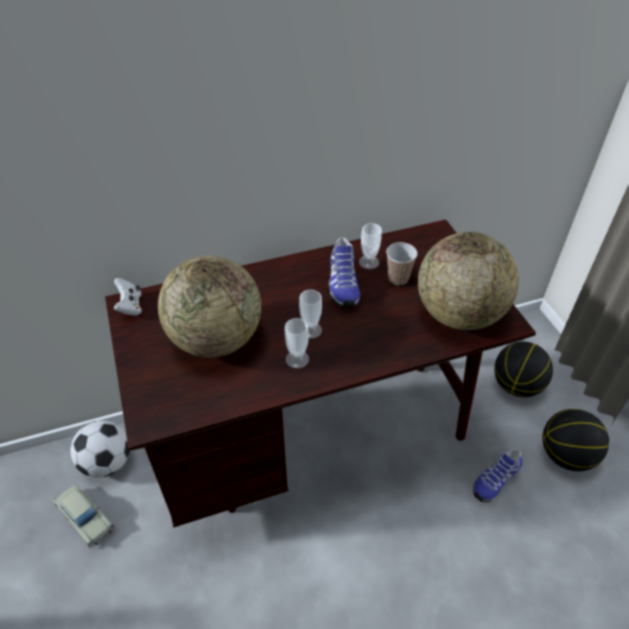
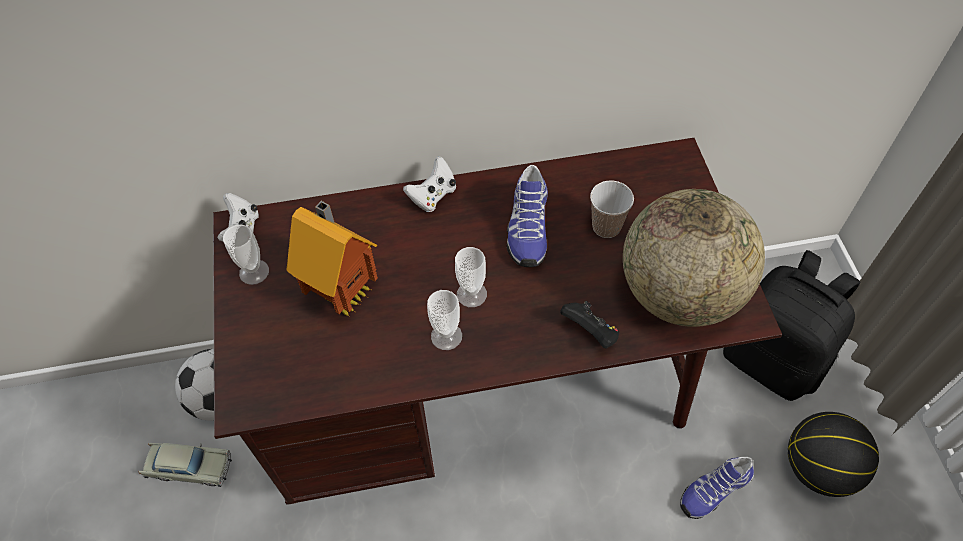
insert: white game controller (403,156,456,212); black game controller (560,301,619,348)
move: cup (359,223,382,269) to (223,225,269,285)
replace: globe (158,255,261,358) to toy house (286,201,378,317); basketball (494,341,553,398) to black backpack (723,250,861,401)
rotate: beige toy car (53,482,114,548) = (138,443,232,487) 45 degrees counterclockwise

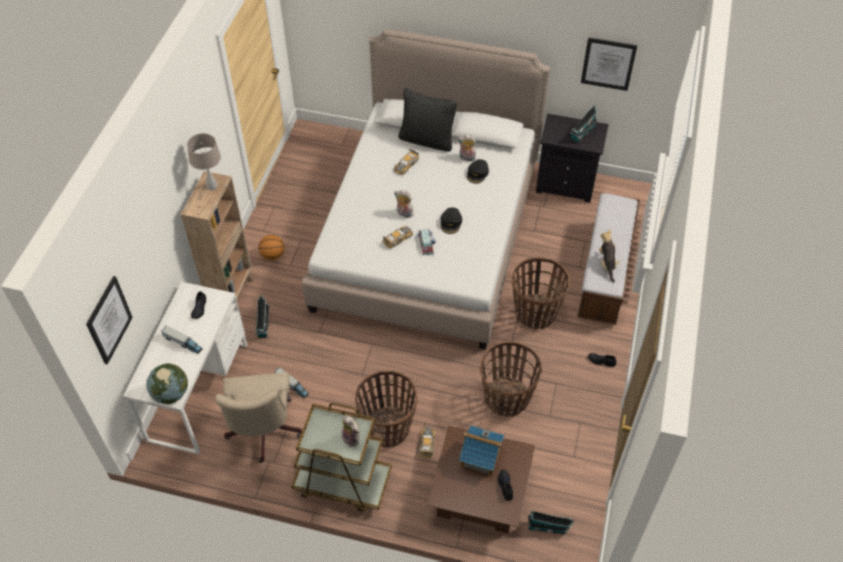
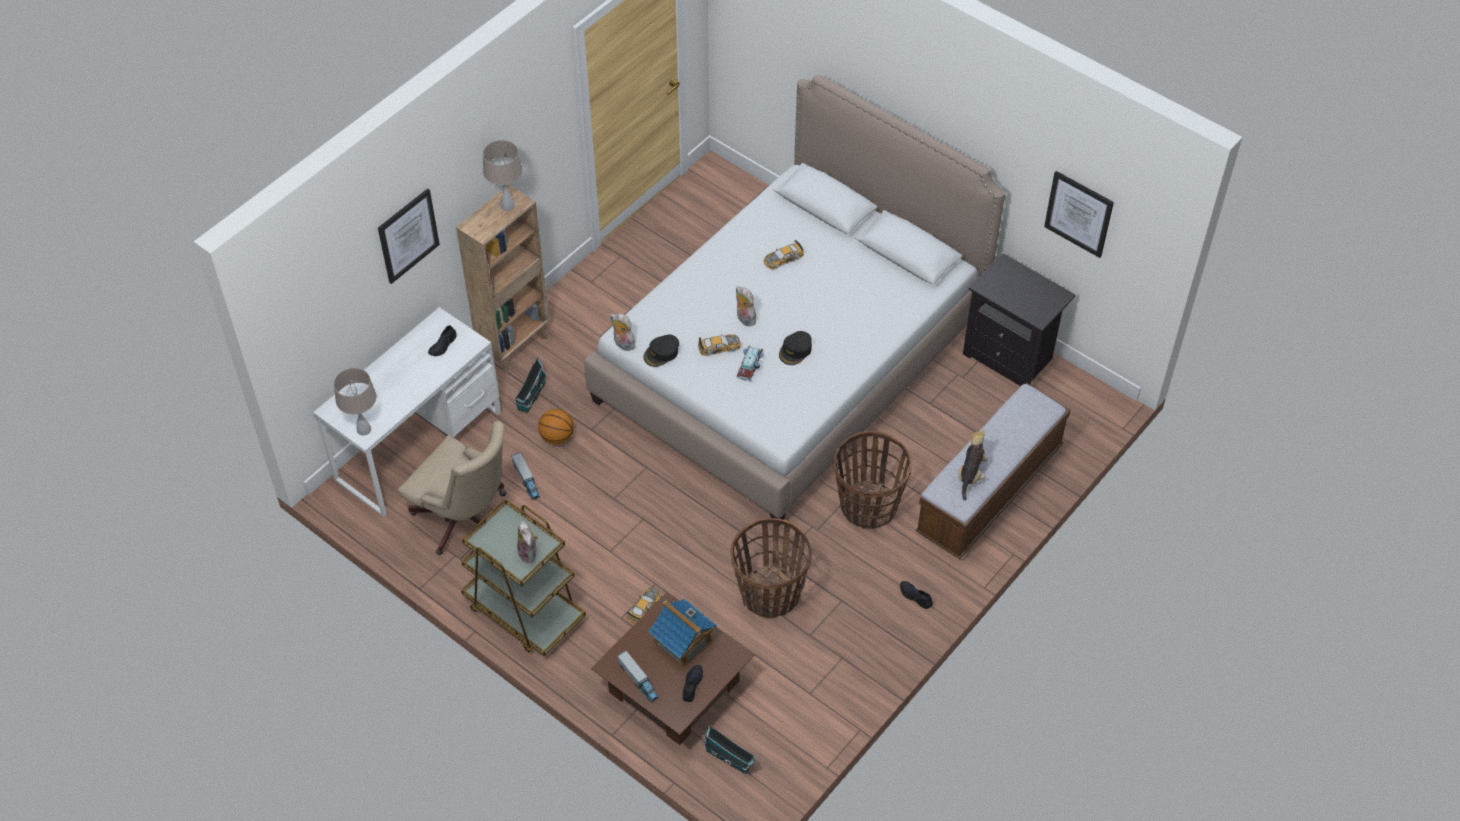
delete: basket (355,371,418,447); black pillow (398,88,457,152); toy house (570,105,598,143)
move: picture (86,276,133,365) to (378,188,440,284); basketball (258,235,284,260) to (538,409,574,445); plush toy (457,135,476,162) to (610,313,635,351); toy truck (161,326,203,354) to (617,650,659,702); black cap (467,159,489,184) to (643,335,679,367)
replace: globe (146,363,188,404) to beige table lamp (334,368,376,436)
rotate: beige office chair (215,372,302,463) = (398,421,507,555) 75 degrees counterclockwise

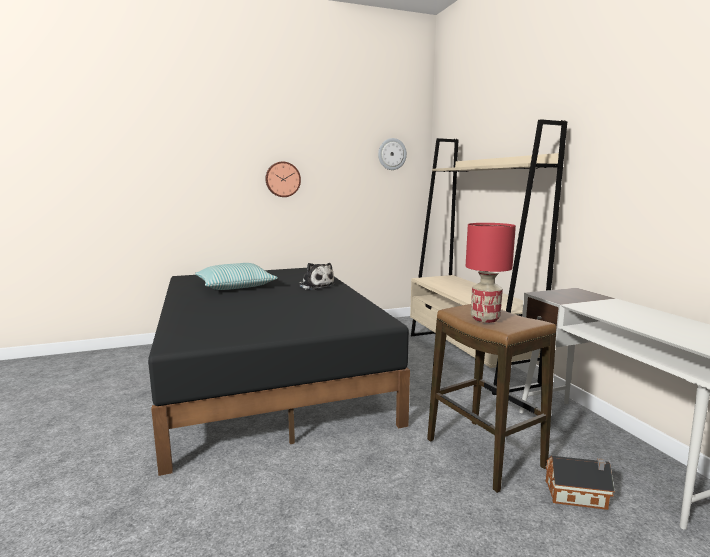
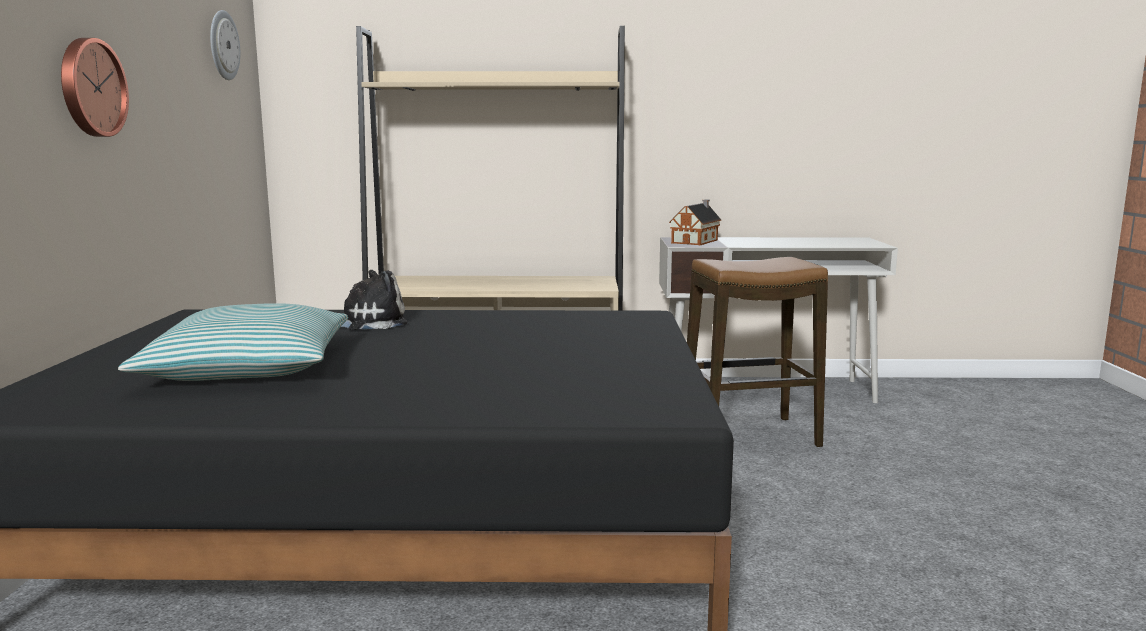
delete: red table lamp (466,223,516,323)
move: toy house (546,456,615,510) to (669,199,721,245)

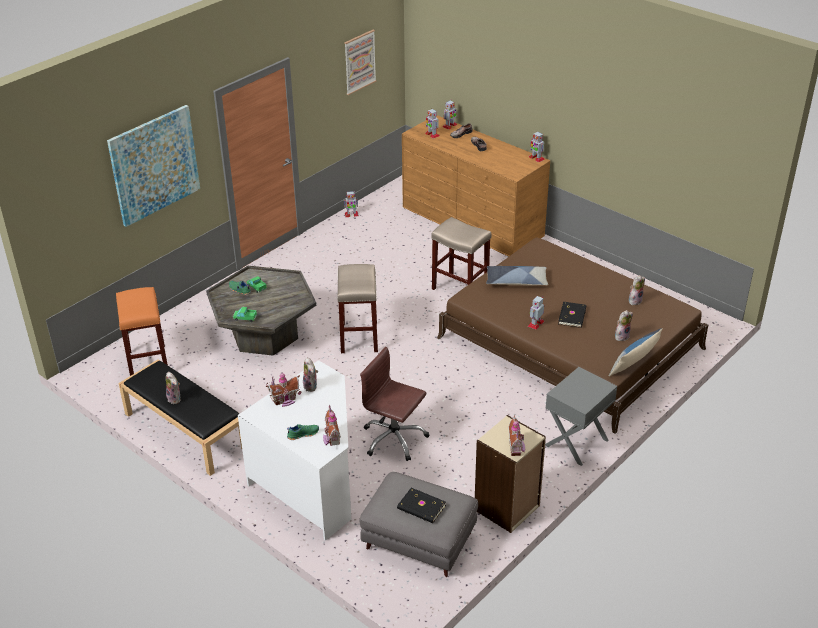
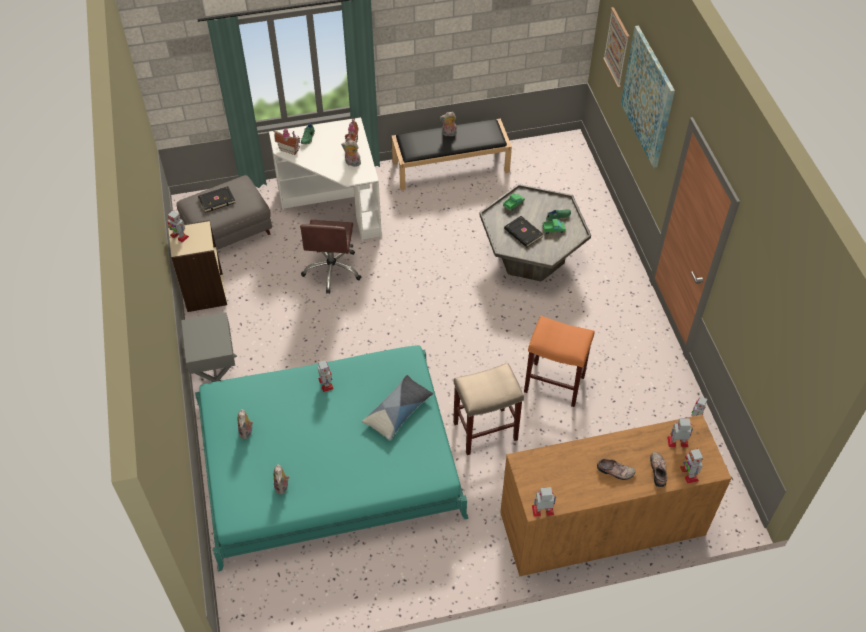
delete: beige stool (337,264,378,353); pillow (609,328,663,377)
move: black book (558,302,586,328) to (504,216,543,248); orange stool (116,287,168,376) to (524,316,595,407); picture (344,30,376,95) to (603,7,630,88)
replace: toy house (508,416,525,456) to toy robot (168,210,189,243)
recolor: brown bed (437,238,708,434) to turquoise bed (195,345,468,571)
rotate: brown office chair (360,347,429,461) = (300,220,361,294) 120 degrees clockwise

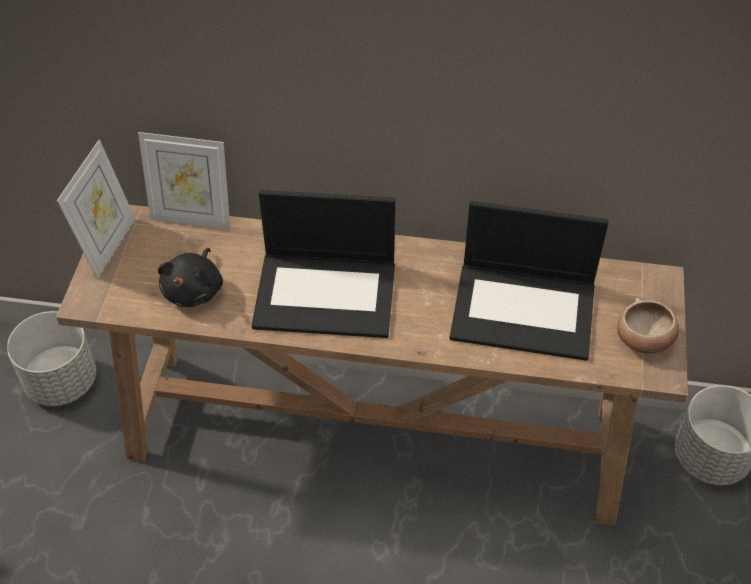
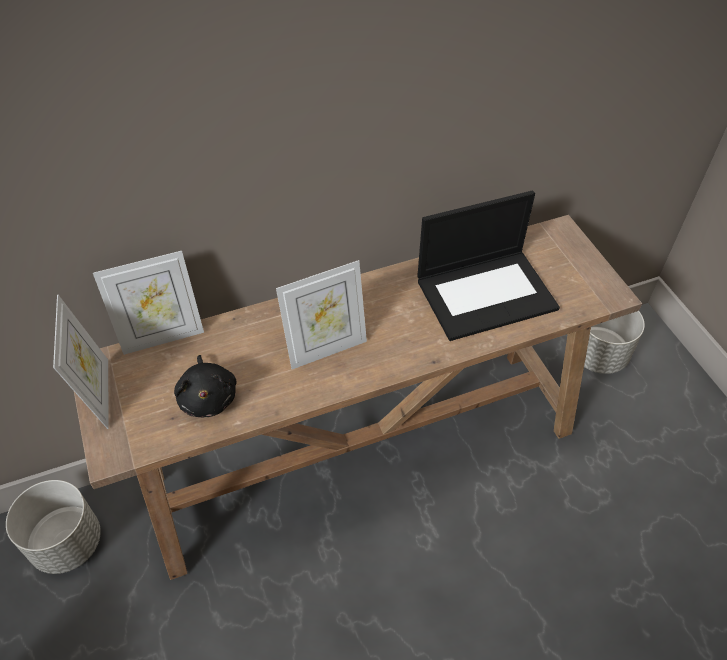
delete: bowl (617,298,679,354)
replace: laptop (252,190,395,338) to picture frame (276,260,367,369)

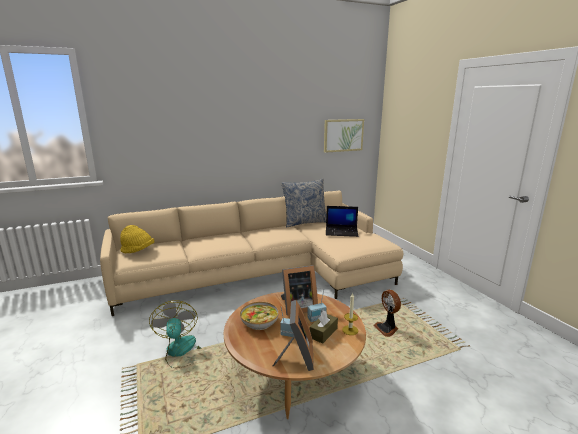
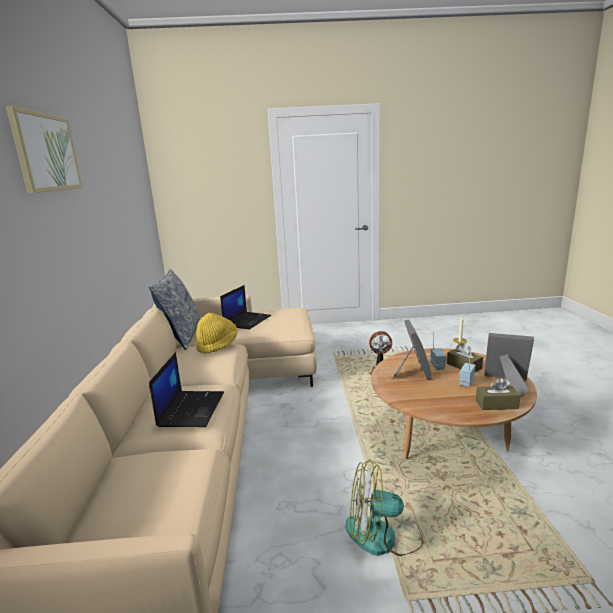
delete: bowl (240,302,279,330)
insert: laptop (149,352,224,427); brown tissue box (476,378,521,410)
move: picture (324,119,364,153) to (6,106,83,193); yellow hat (120,225,154,254) to (196,313,238,354)

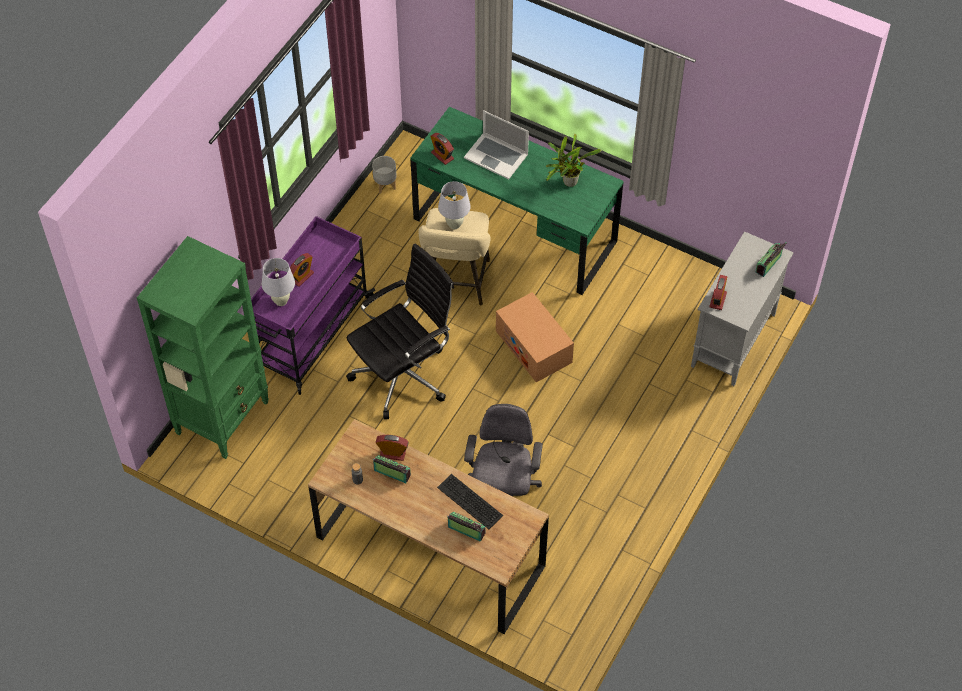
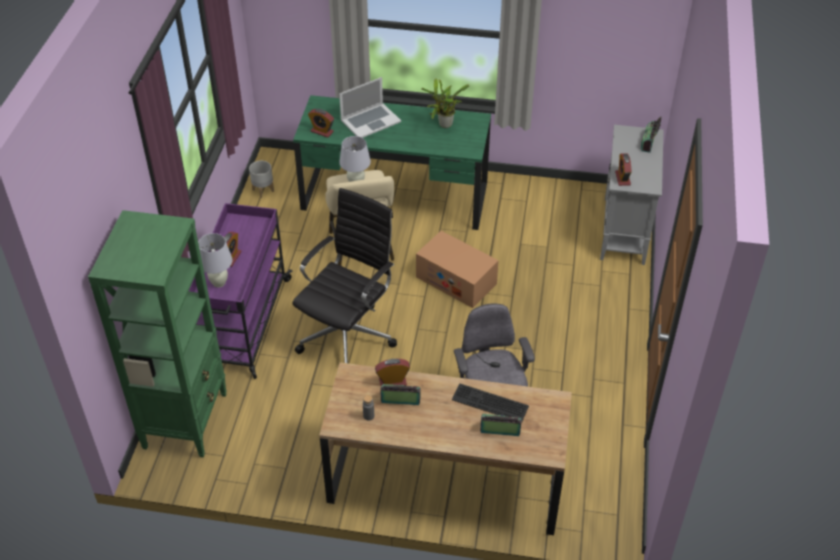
rotate: laptop (464,110,529,179) = (339,77,401,138) 45 degrees counterclockwise

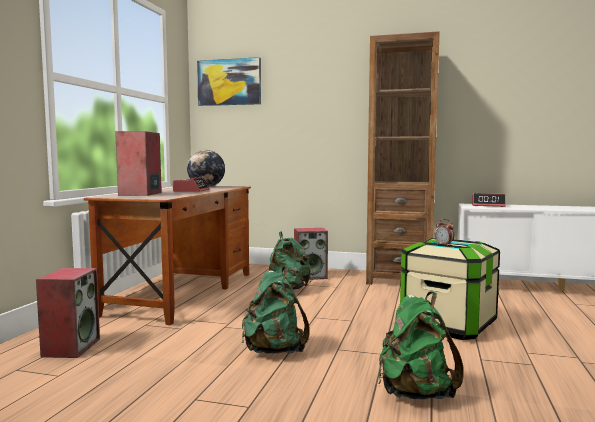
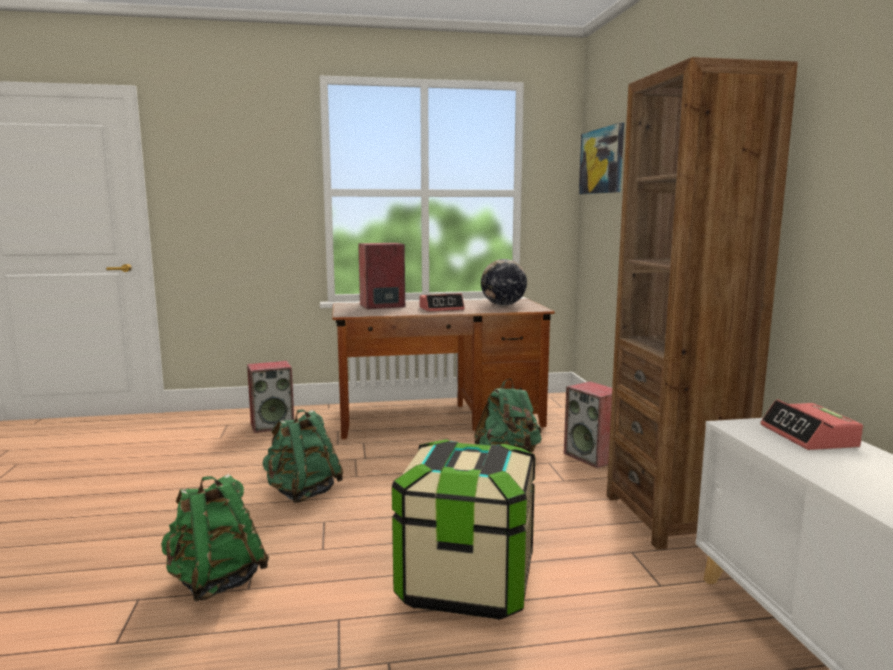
delete: alarm clock (435,219,454,246)

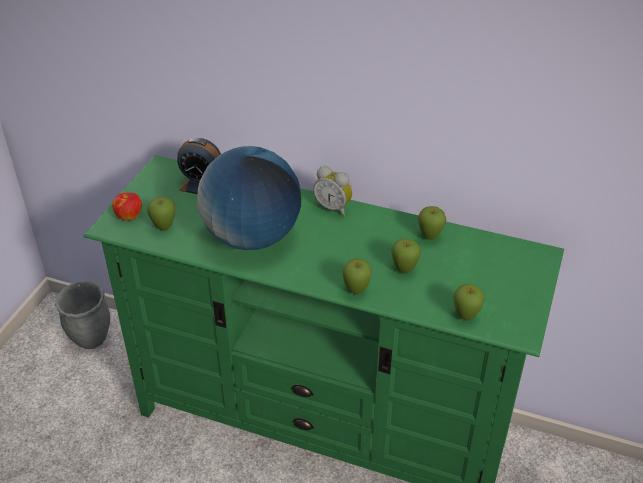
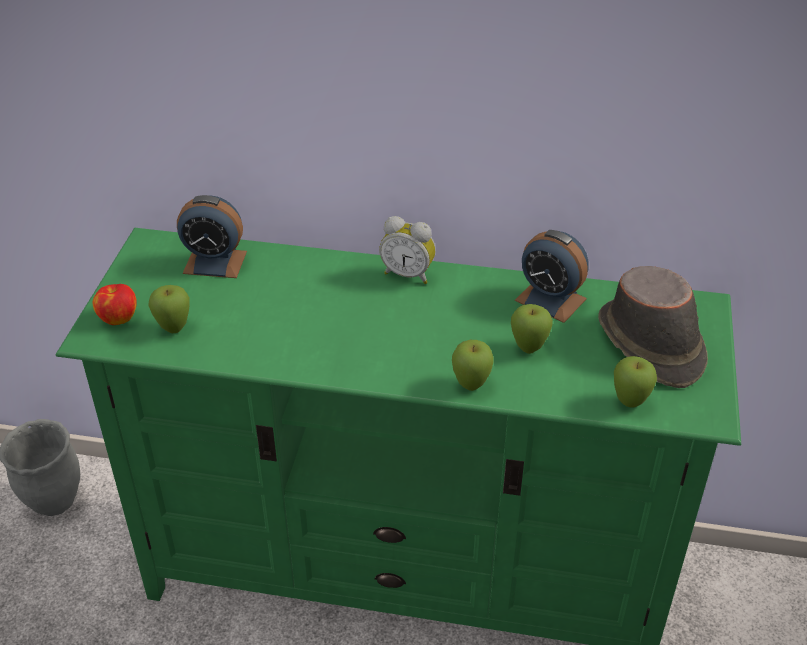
delete: globe (197,146,301,250)
insert: brown hat (598,266,708,388)
replace: apple (418,206,447,240) to alarm clock (515,230,589,323)

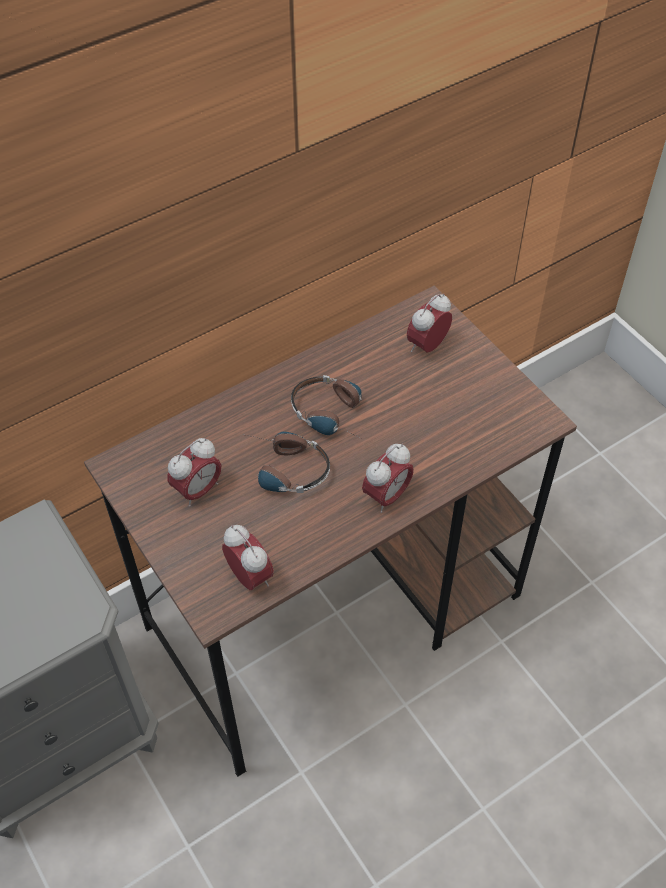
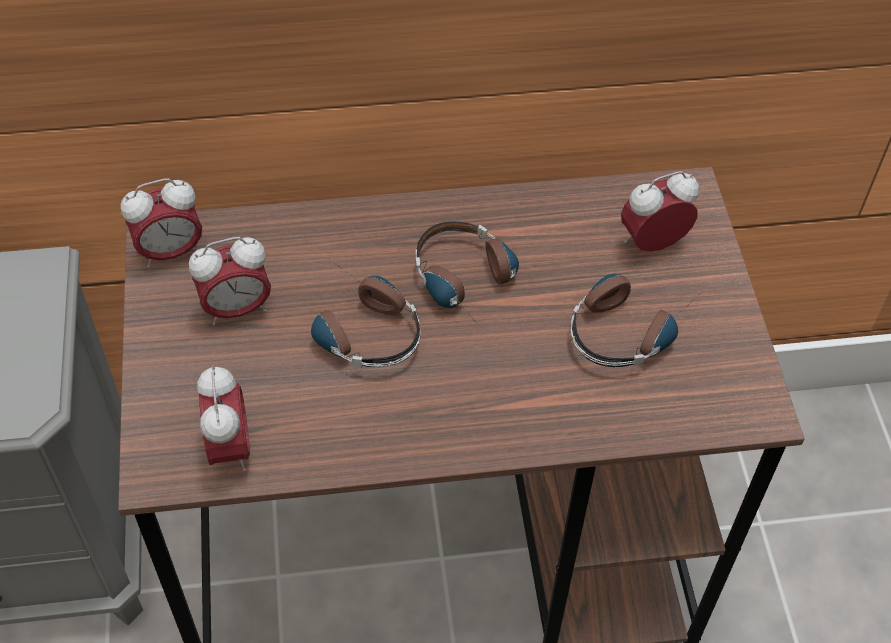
insert: headphones (571,274,698,367)
move: alarm clock (362,443,414,513) to (121,178,202,268)

